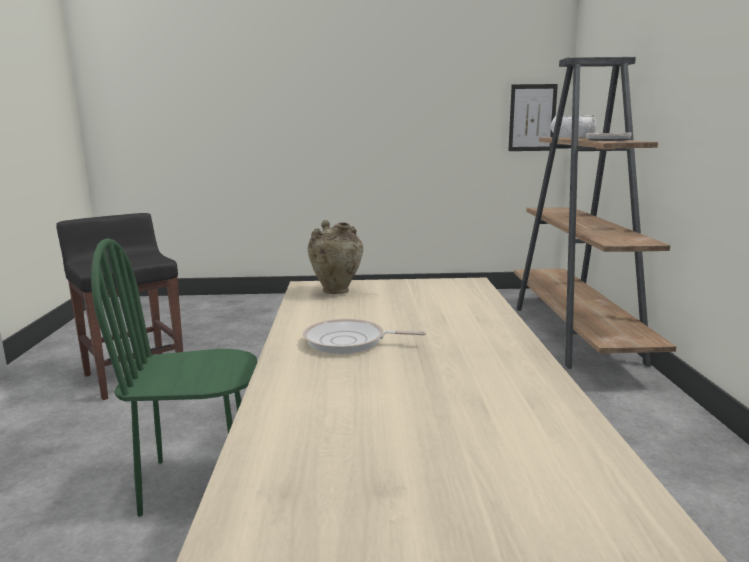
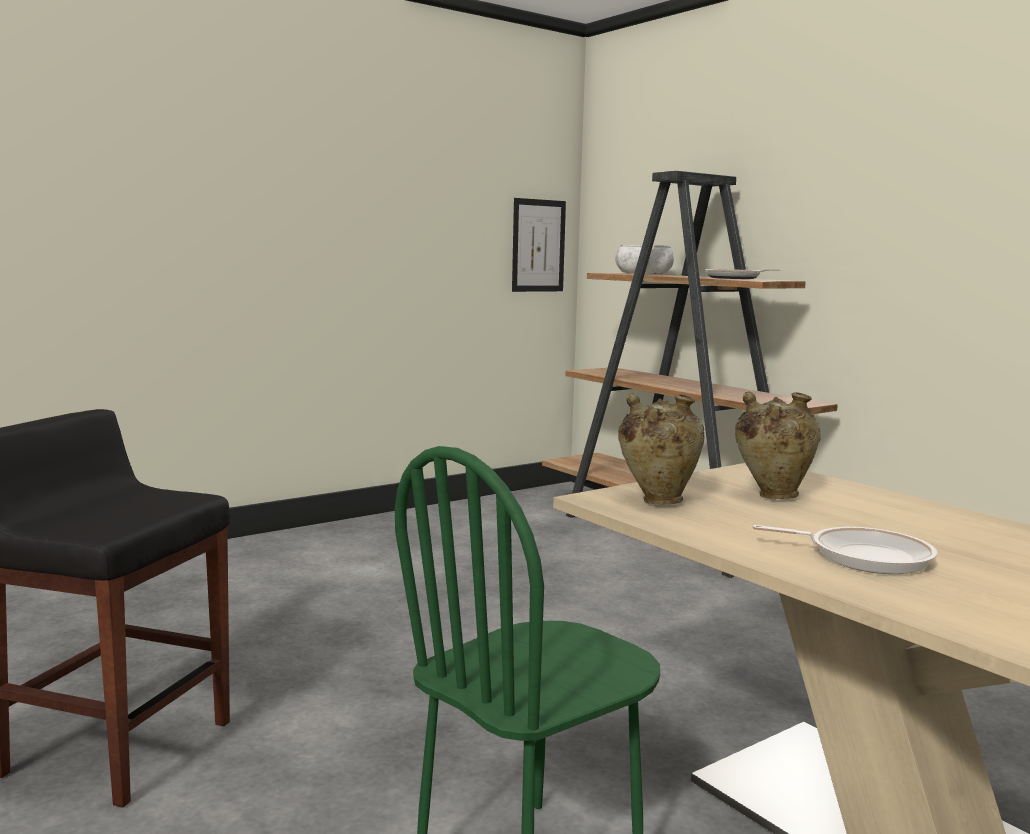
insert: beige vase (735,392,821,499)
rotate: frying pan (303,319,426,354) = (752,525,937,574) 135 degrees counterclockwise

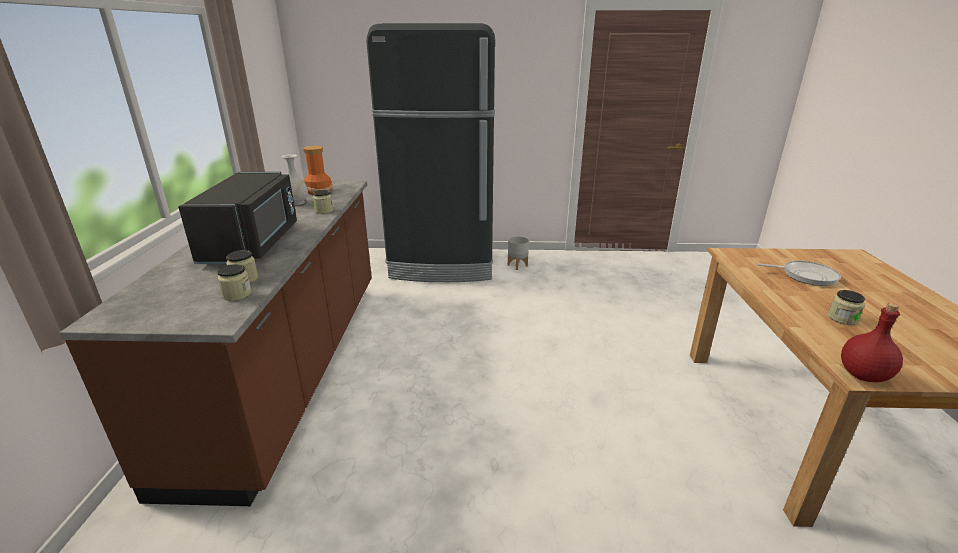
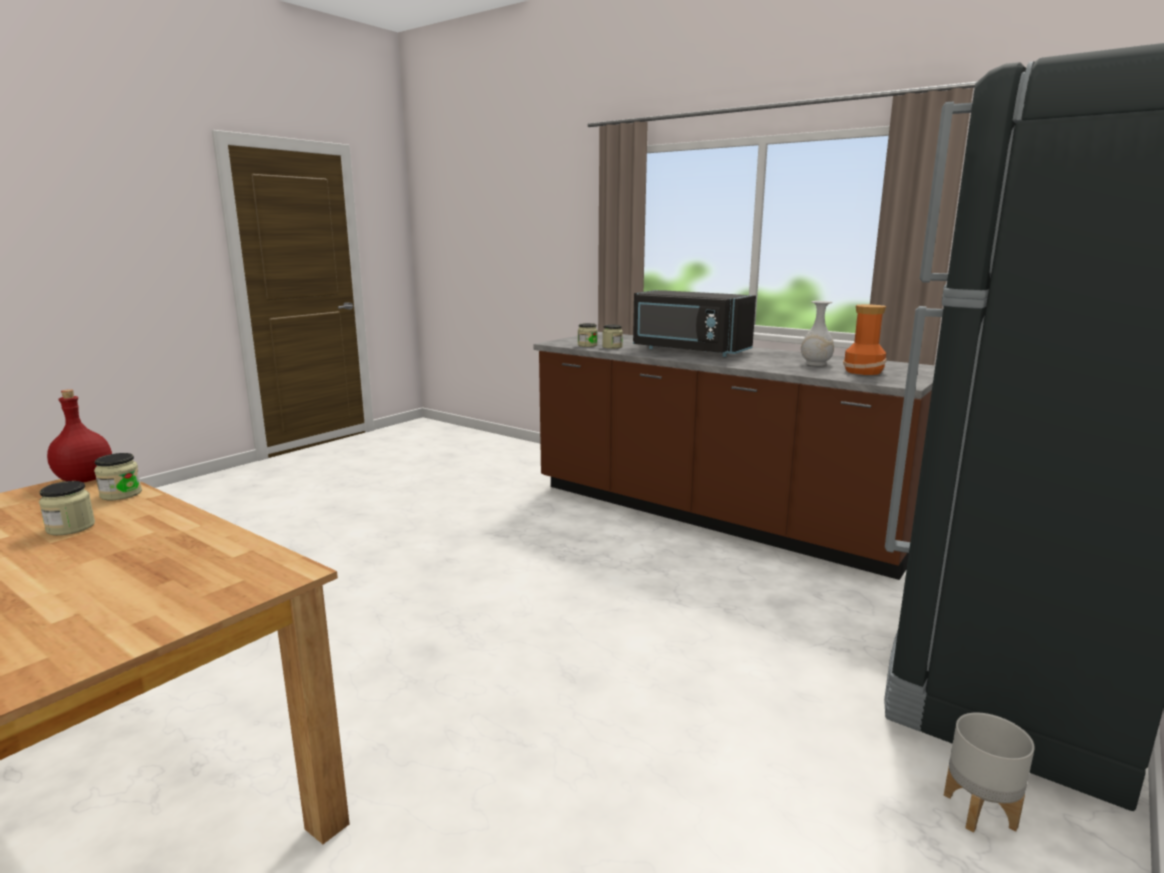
delete: frying pan (757,260,841,286)
move: jar (313,190,334,214) to (94,453,142,500)

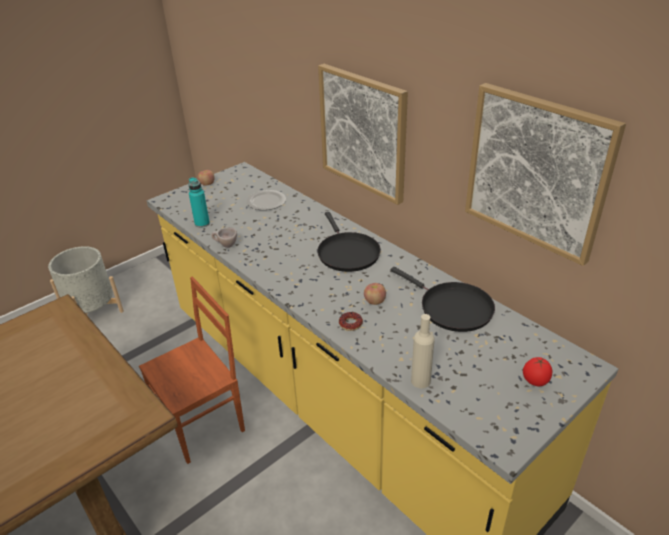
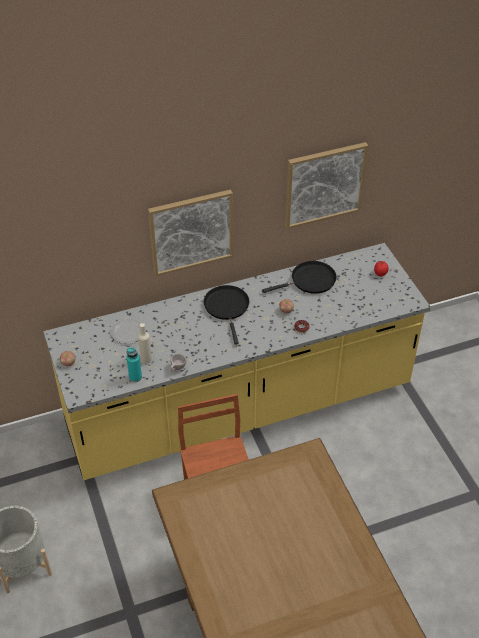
move: beige bottle (411,314,435,388) to (138,323,152,364)
rotate: black frying pan (317,212,381,272) = (203,285,249,345) 105 degrees counterclockwise

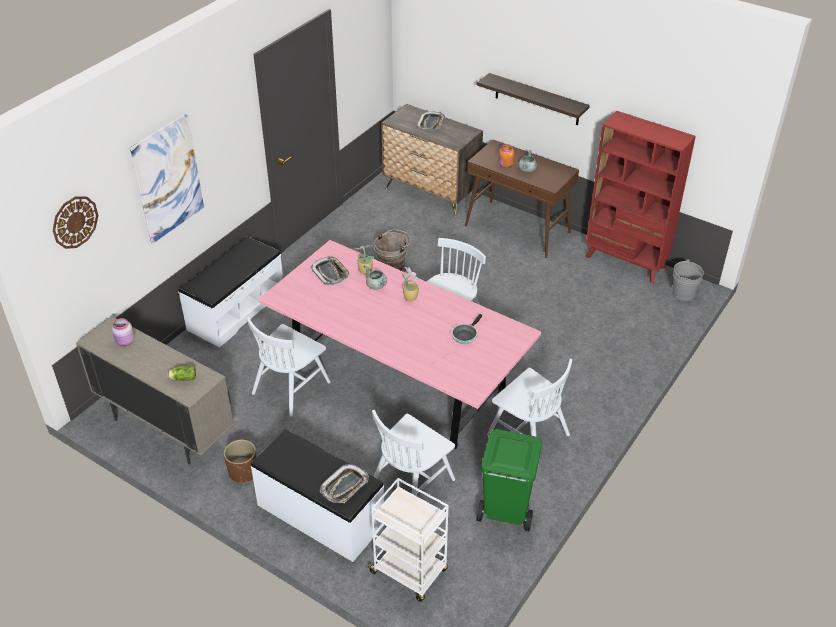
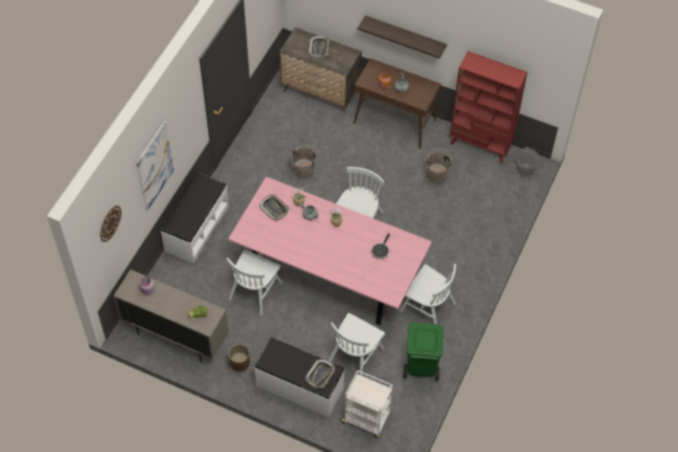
insert: brown bucket (425,149,452,183)

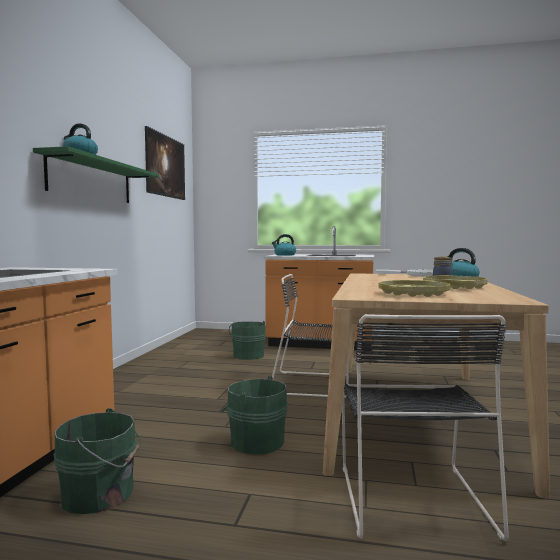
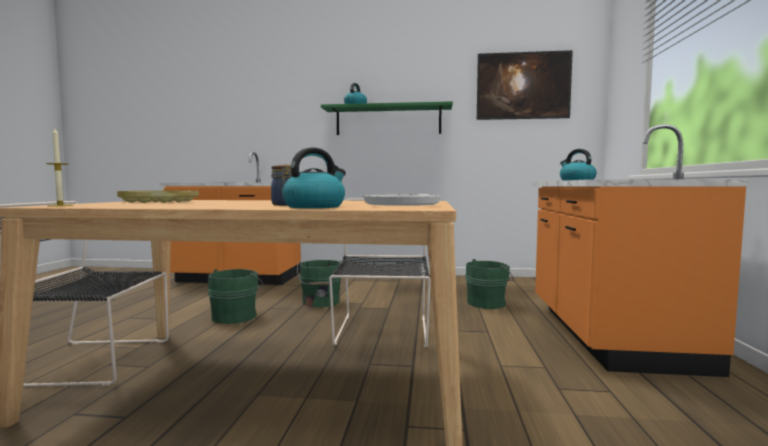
delete: yellow tray (423,275,488,289)
insert: candle (46,128,73,206)
move: green bucket (54,408,141,514) to (297,260,342,307)

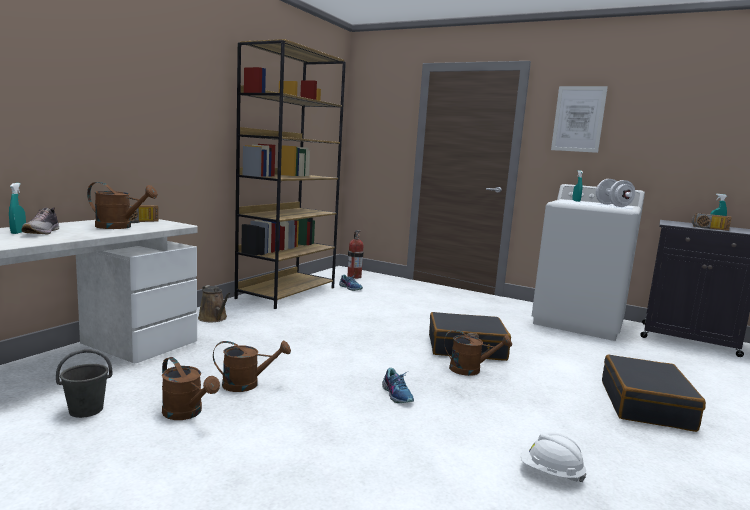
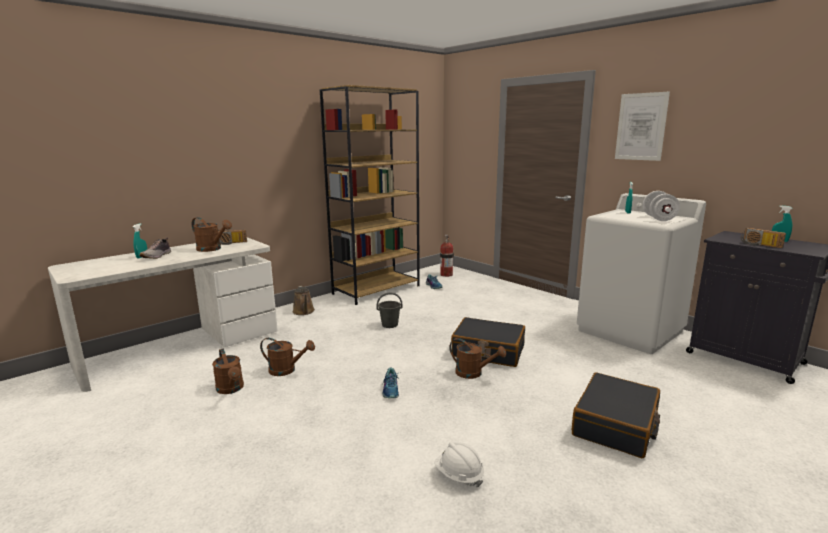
move: grey bucket (56,349,112,418) to (376,293,403,328)

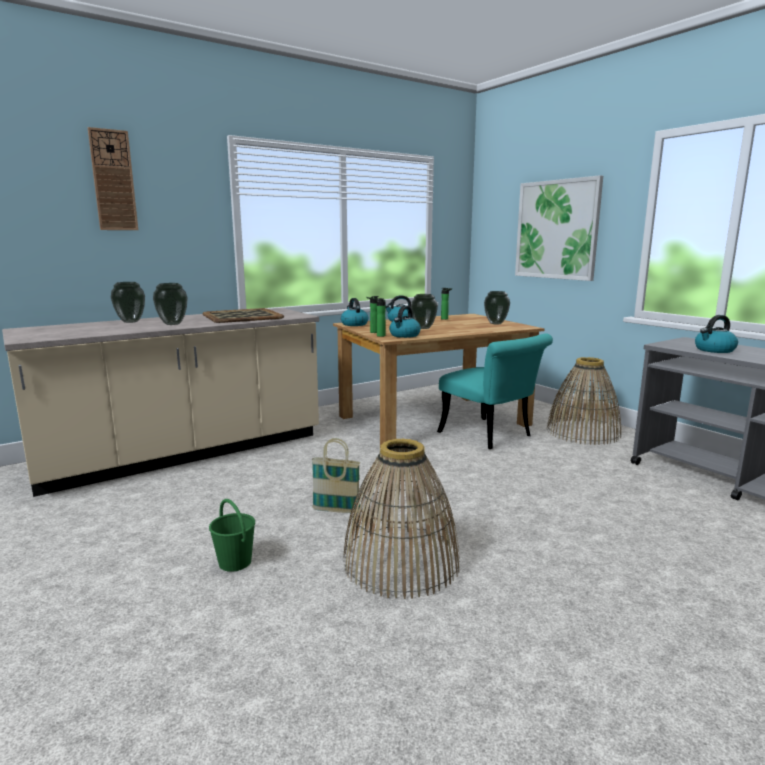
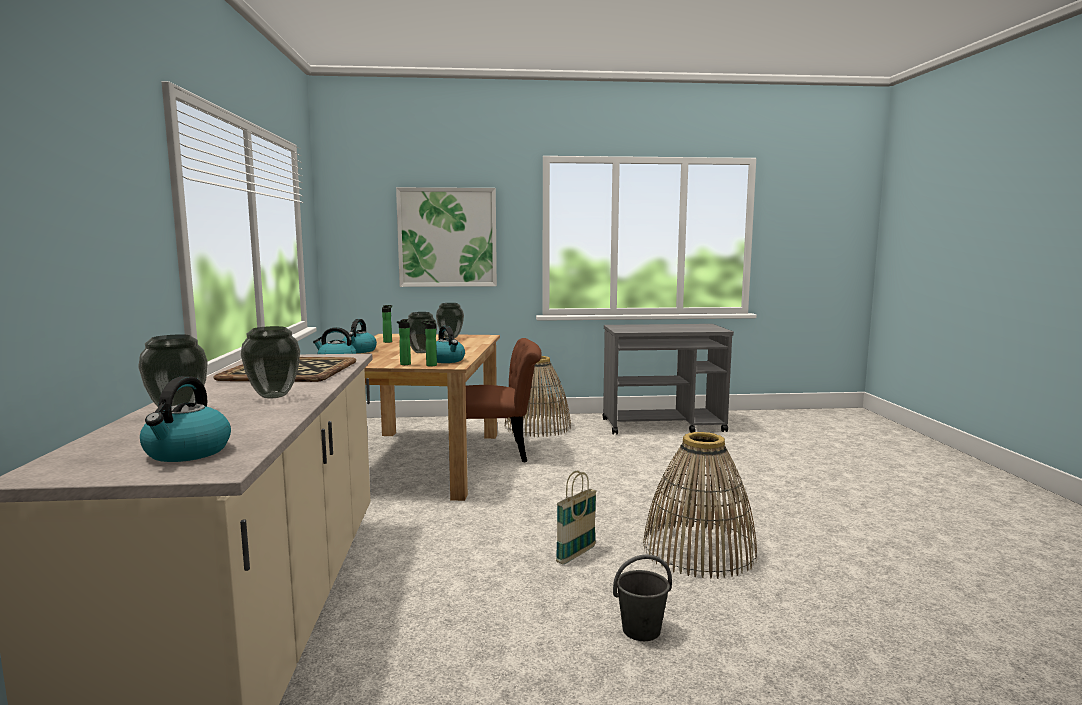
delete: wall clock (88,127,138,230)
move: kettle (695,315,738,353) to (140,376,231,462)
recolor: turquoise chair (437,333,553,449) to brown chair (466,338,542,462); green bucket (209,499,255,572) to grey bucket (613,554,672,641)

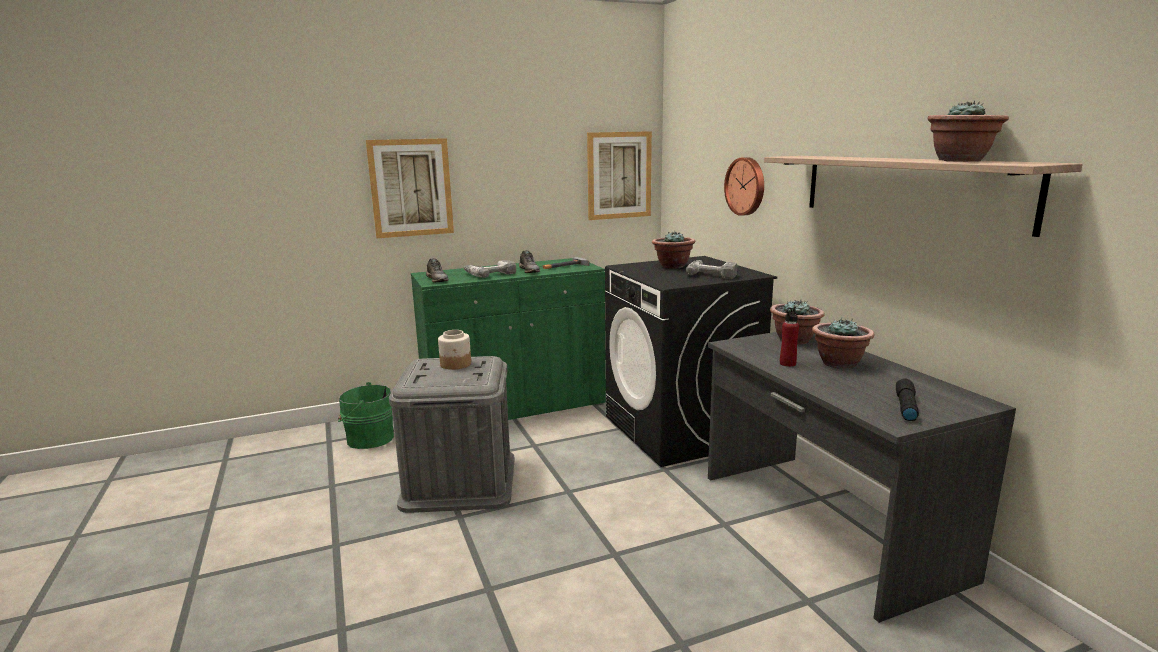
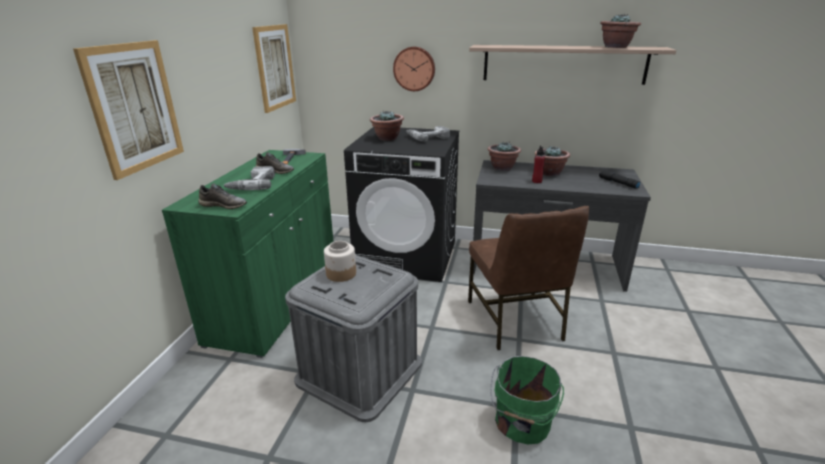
insert: brown chair (468,206,589,350)
move: green bucket (338,382,394,449) to (490,356,564,444)

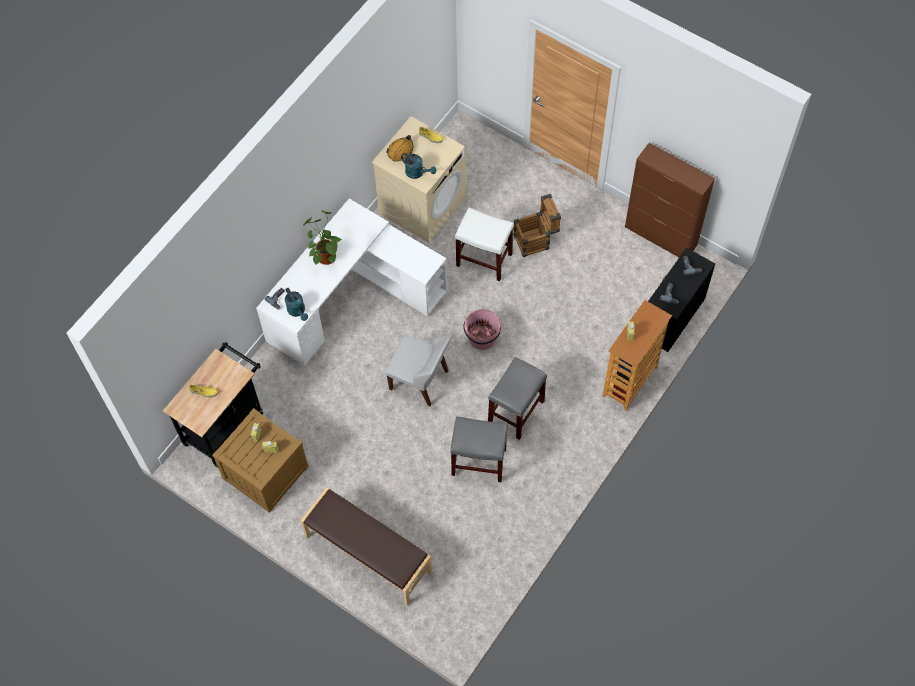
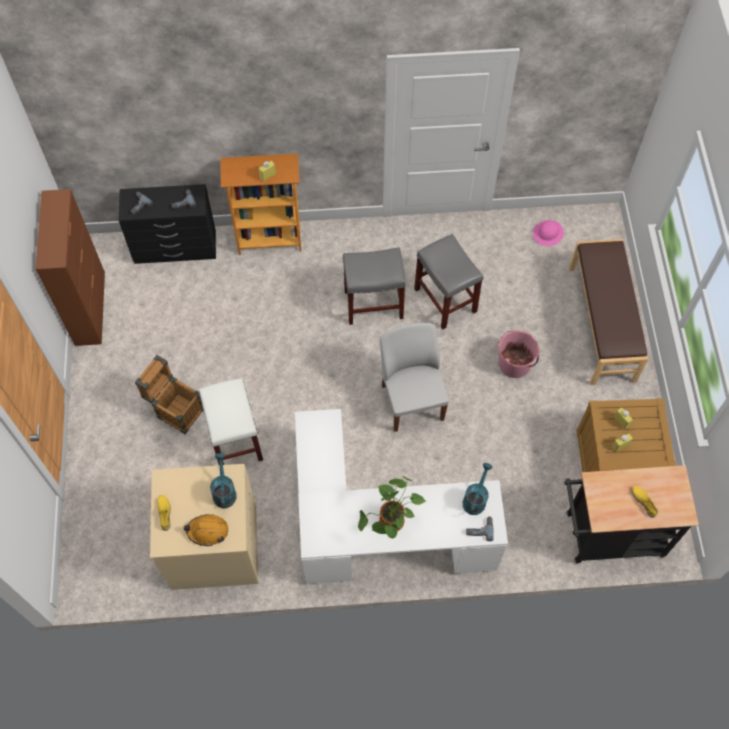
insert: pink hard hat (533,220,564,246)
move: pink bucket (463,309,501,350) to (498,330,539,378)

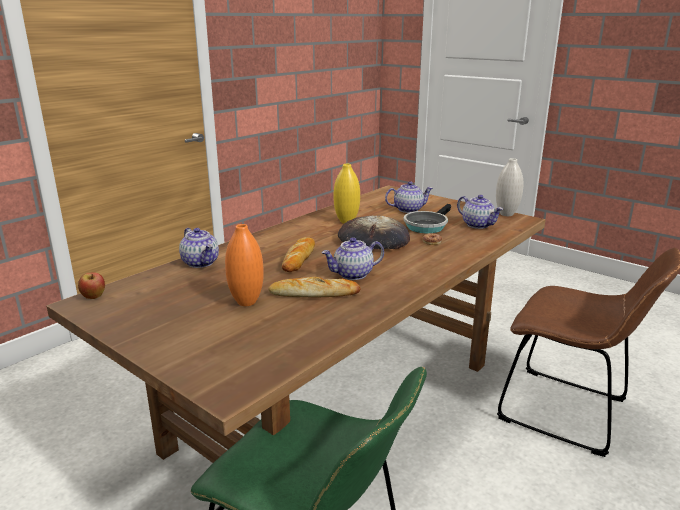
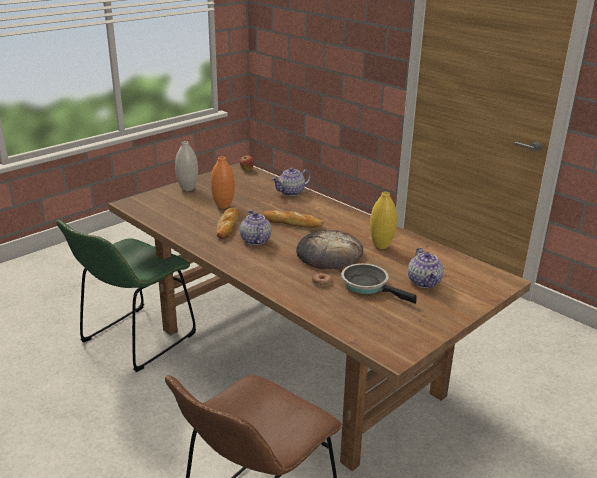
delete: teapot (457,195,503,229)
move: white vase (496,158,523,216) to (175,141,198,191)

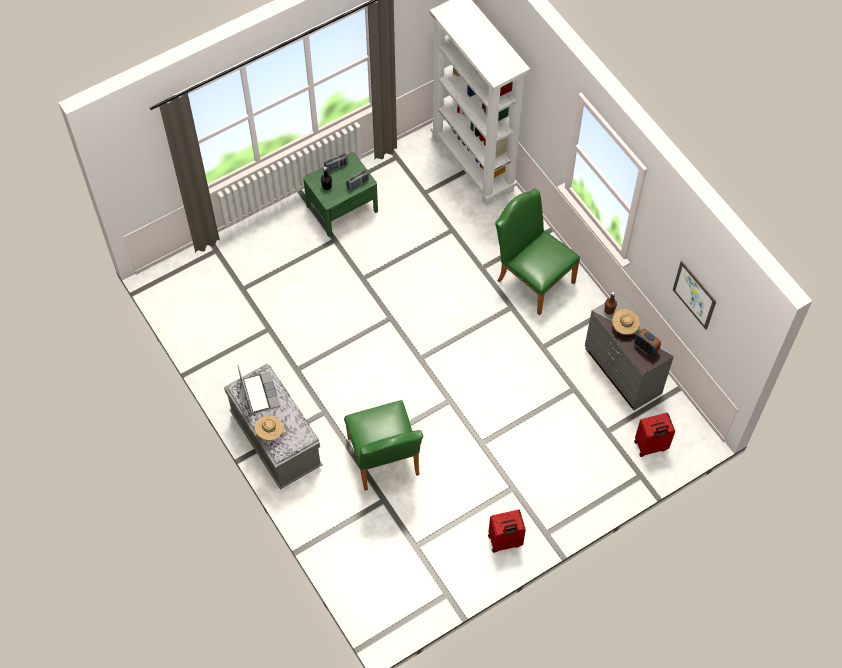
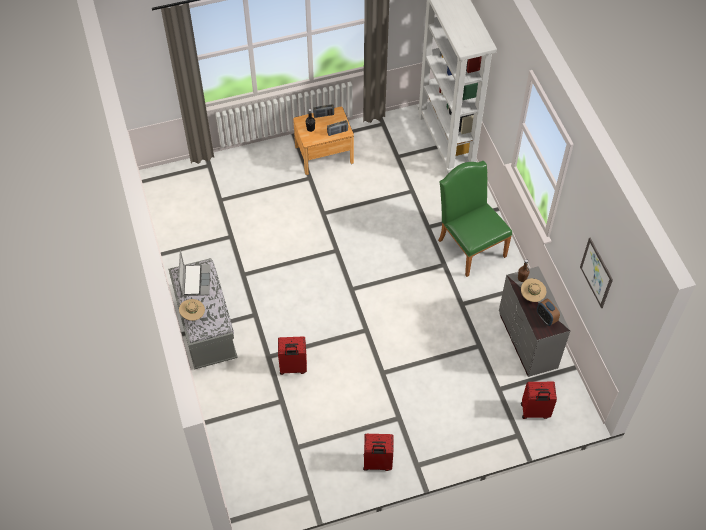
replace: green chair (344,400,423,491) to red suitcase (278,337,307,375)
recolor: green nightstand (303,152,378,237) to brown nightstand (293,107,354,175)

